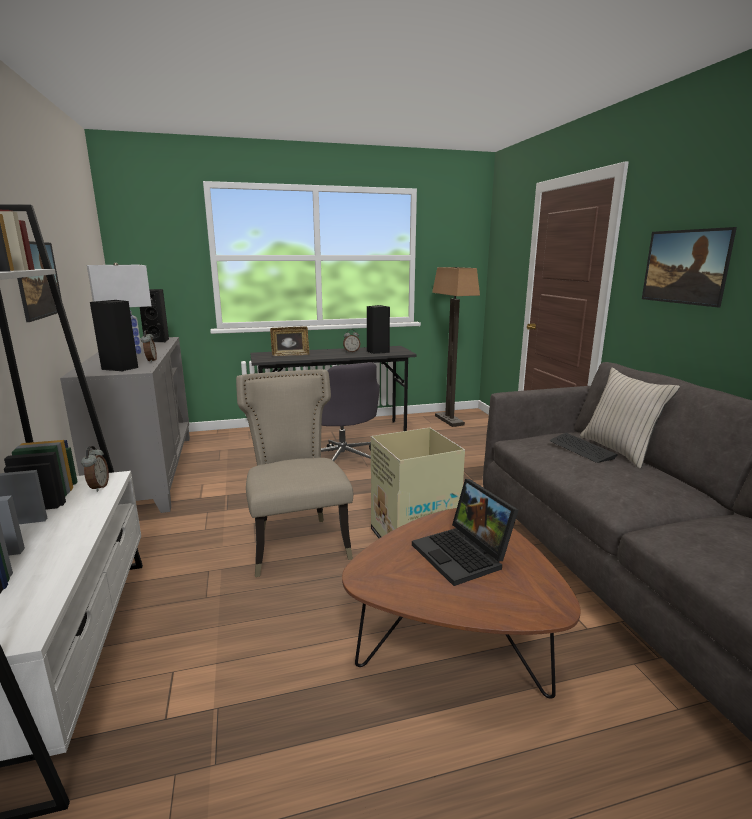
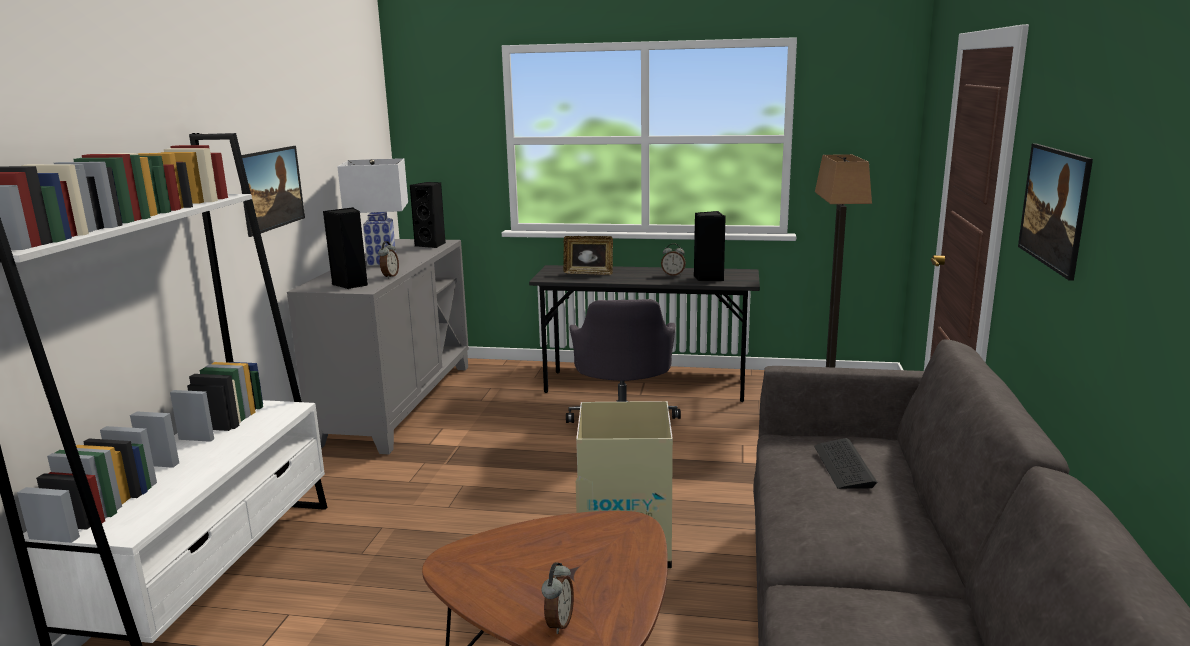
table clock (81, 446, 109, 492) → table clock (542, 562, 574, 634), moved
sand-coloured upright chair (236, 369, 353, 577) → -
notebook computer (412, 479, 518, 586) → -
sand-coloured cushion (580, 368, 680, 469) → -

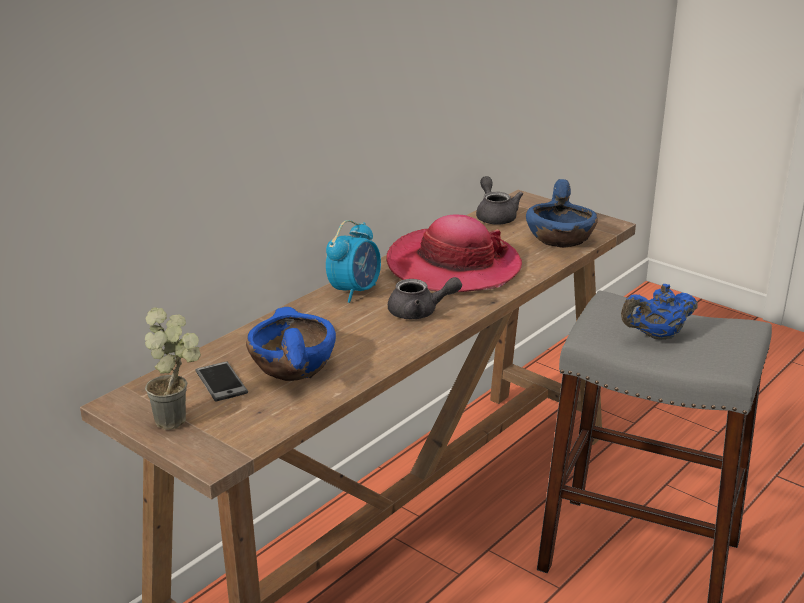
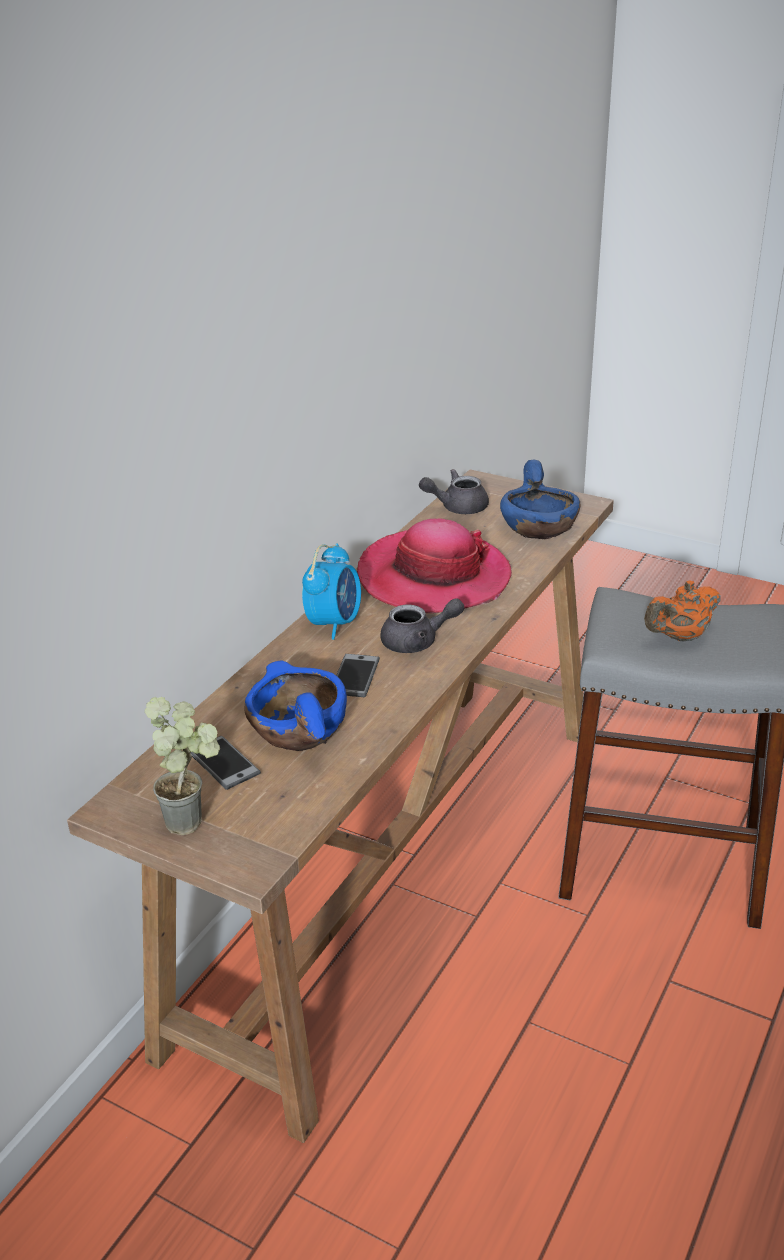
- → telephone (336, 654, 380, 697)
gray pot for tea (476, 176, 523, 225) → gray pot for tea (419, 469, 489, 514), 75 degrees counterclockwise
blue pot for tea (621, 284, 697, 340) → orange-coloured pot for tea (644, 580, 721, 642)

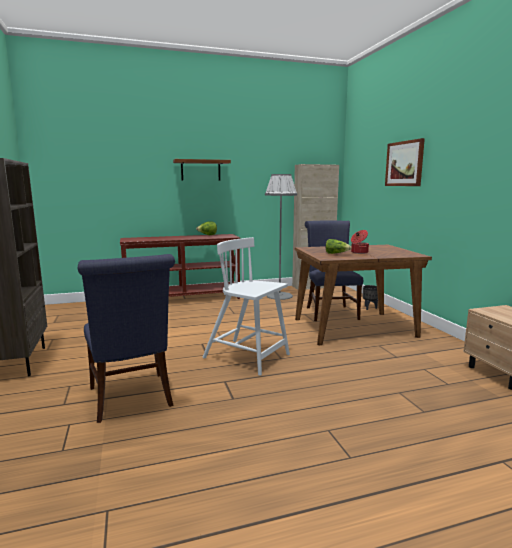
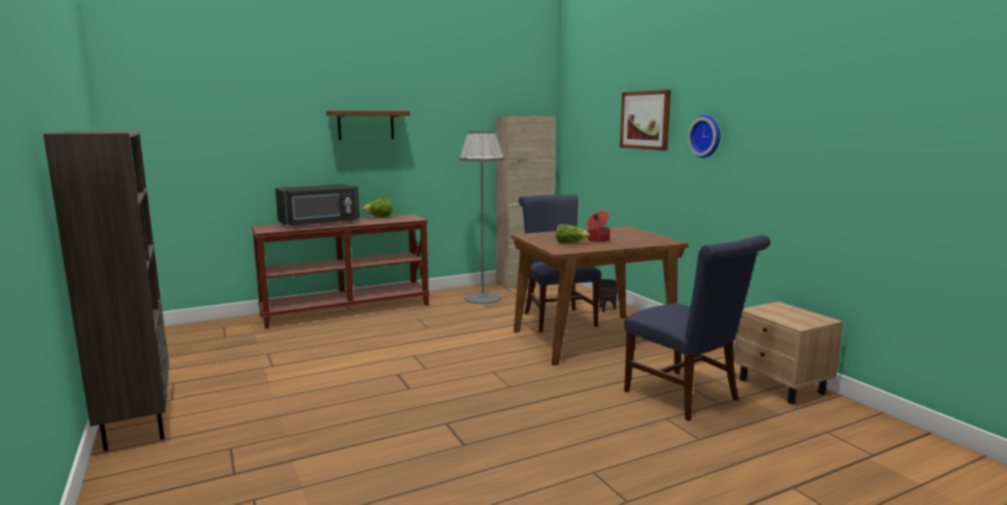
- → blackish microwave oven (275, 184, 360, 228)
blue upright chair (78, 254, 175, 423) → blue upright chair (624, 235, 771, 421), moved
- → wall clock (688, 115, 720, 158)
whitish upright chair (203, 237, 290, 376) → -

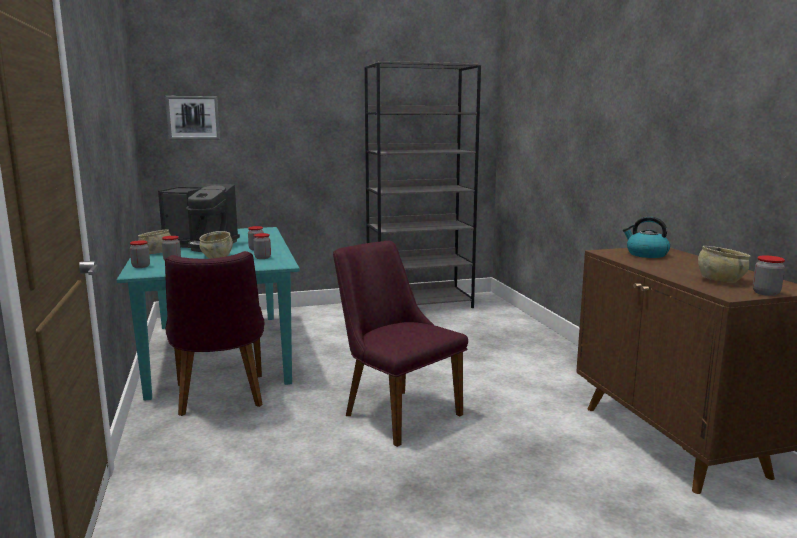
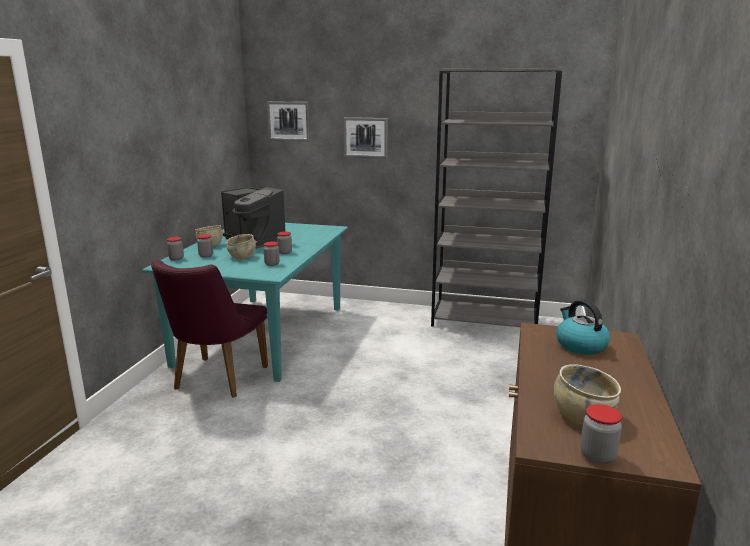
- → picture (343, 117, 388, 159)
purple-coloured upright chair (333, 241, 468, 447) → -

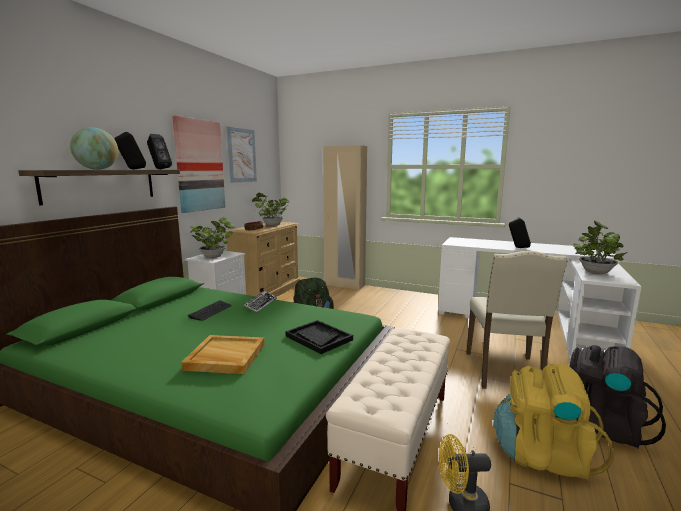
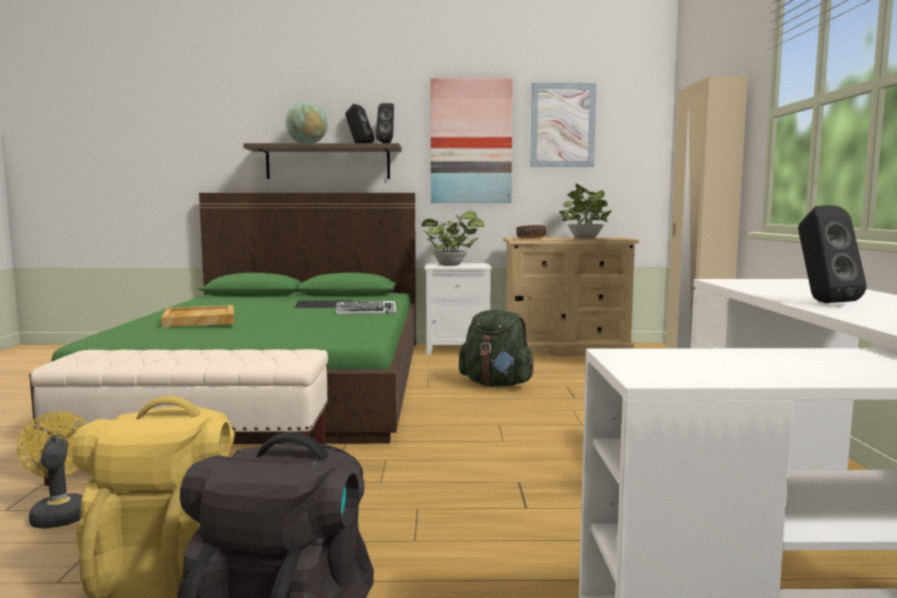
blackish serving tray (286, 320, 353, 354) → -
sand-coloured upright chair (467, 251, 567, 389) → -
houseplant (573, 220, 628, 274) → -

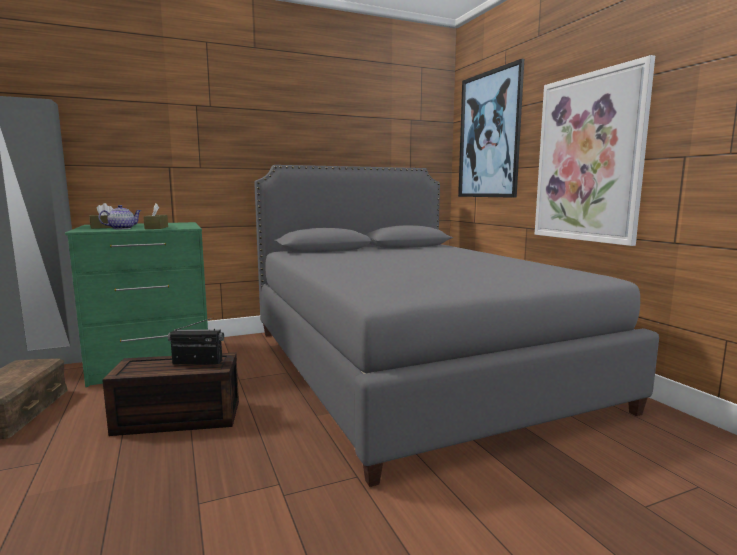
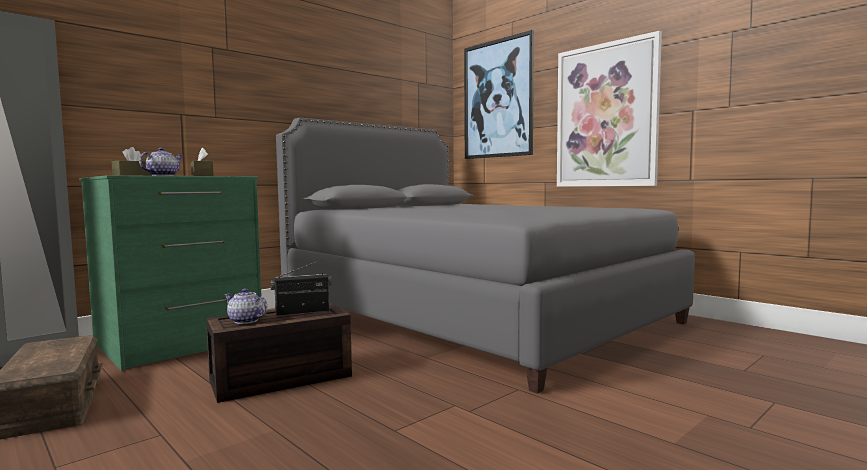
- → pot for tea (224, 288, 268, 324)

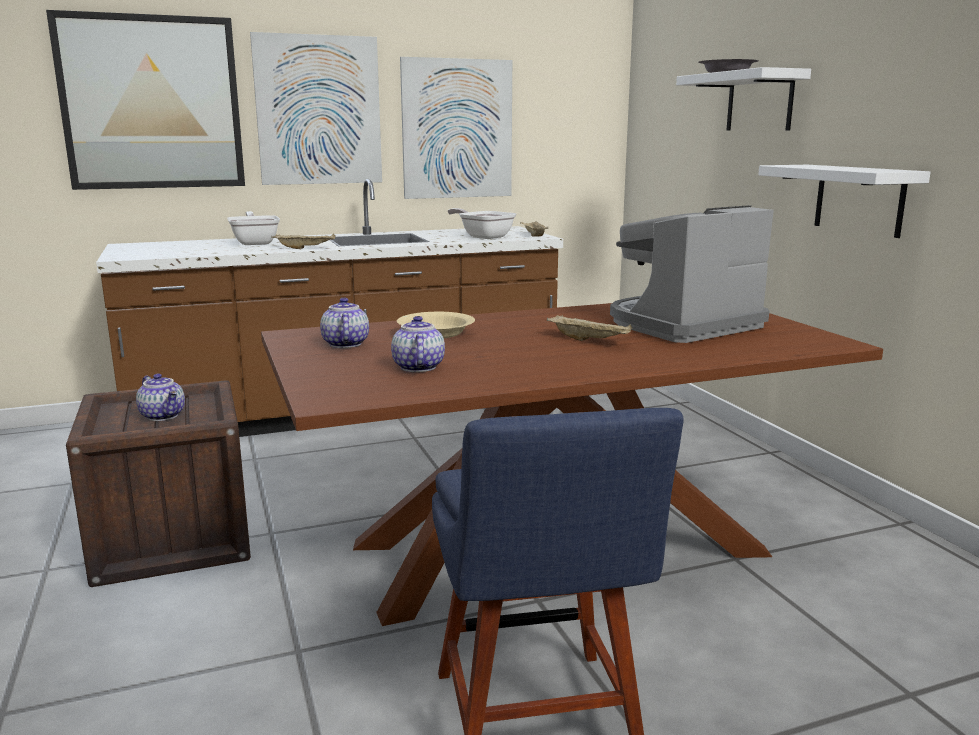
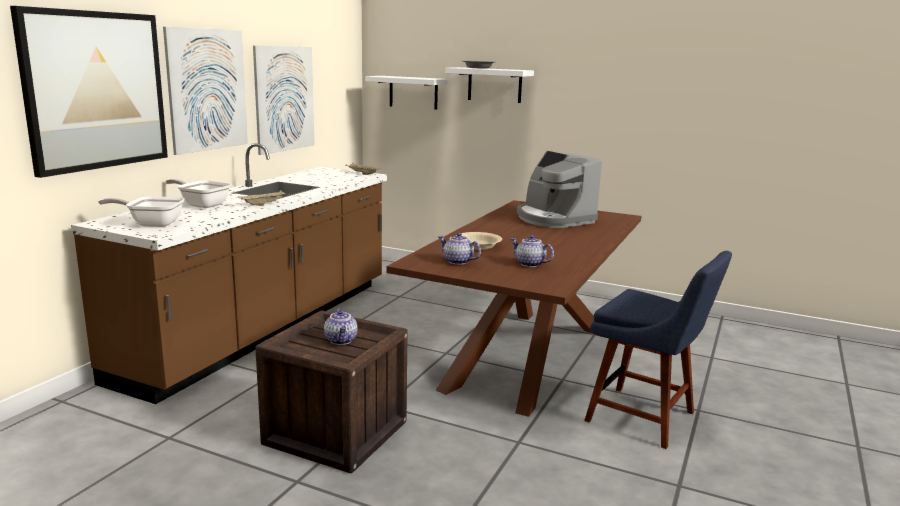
frying pan (448, 208, 516, 239) → frying pan (98, 196, 184, 227), moved
pot for tea (136, 374, 185, 421) → pot for tea (324, 308, 358, 345), 75 degrees clockwise
whitish wall shelf (758, 165, 931, 238) → whitish wall shelf (365, 76, 448, 110), moved
coffee maker (610, 205, 774, 343) → coffee maker (517, 151, 602, 228), 45 degrees counterclockwise
sand-coloured serving tray (547, 315, 632, 341) → -

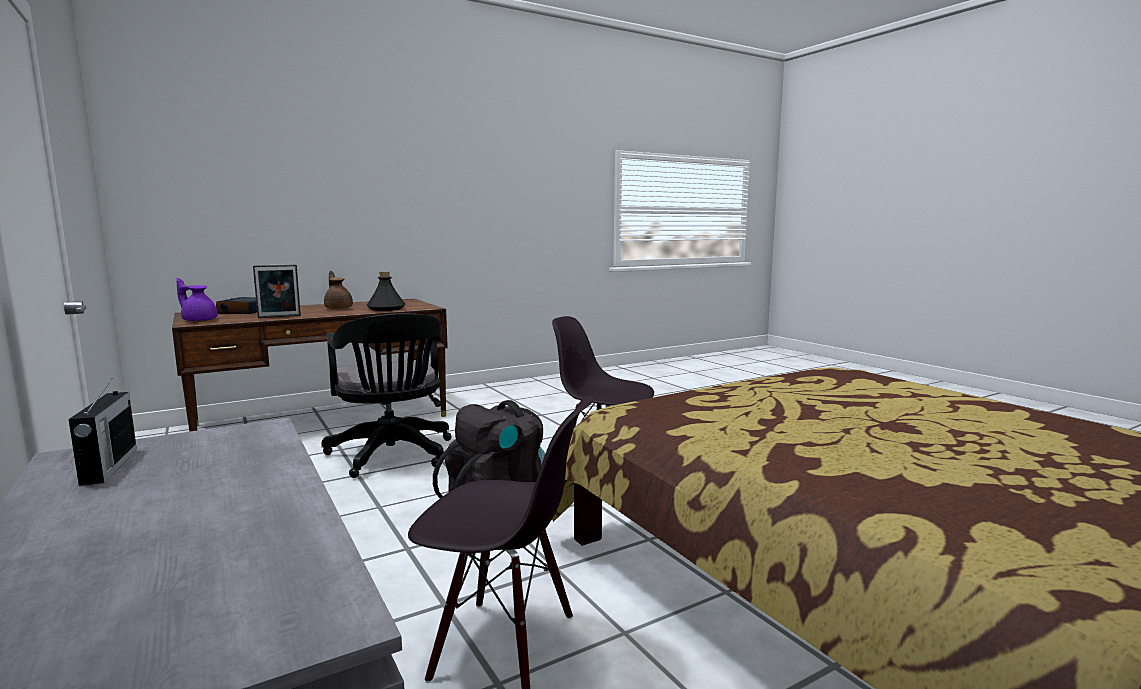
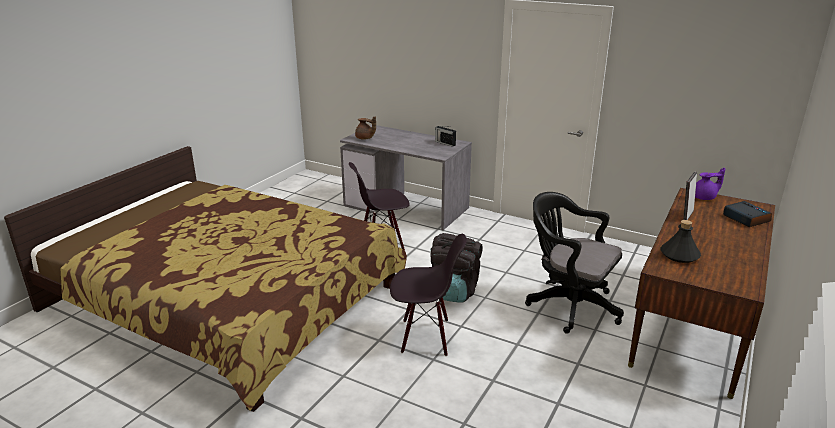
brown pot for tea (324, 271, 353, 309) → brown pot for tea (355, 116, 376, 140), moved

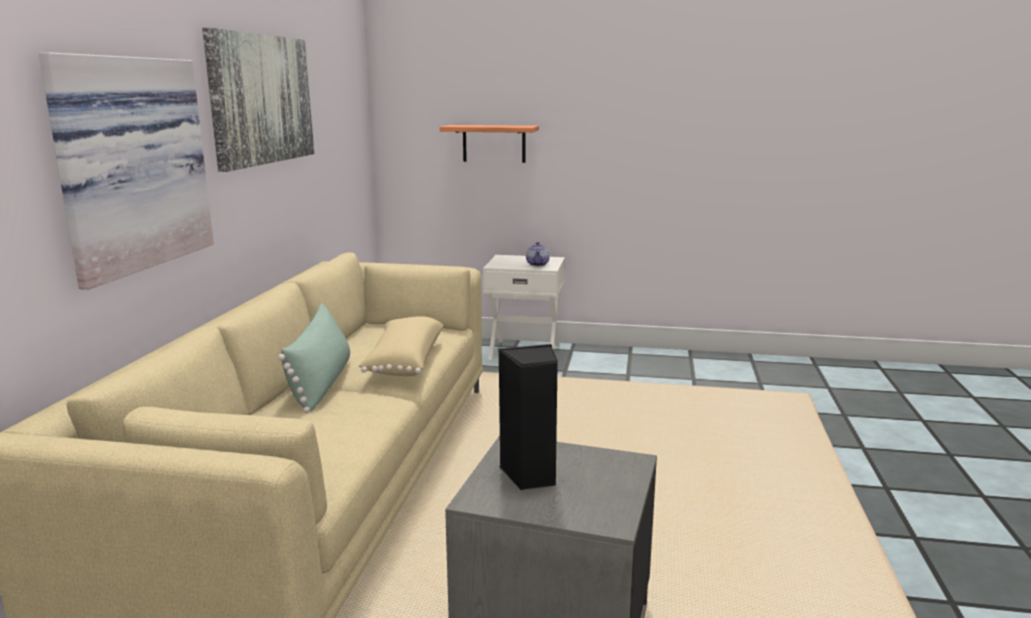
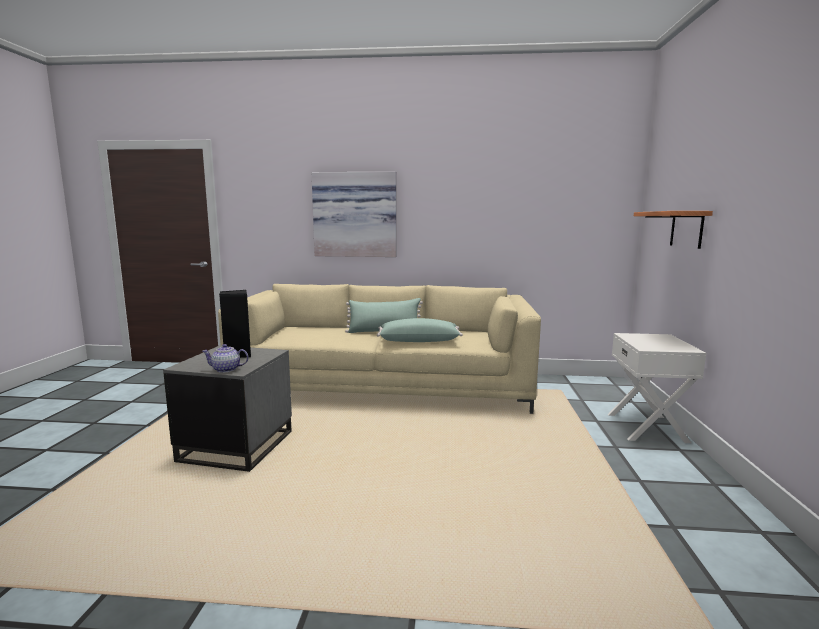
pot for tea (526, 242, 550, 266) → pot for tea (202, 344, 249, 373), moved
sand-coloured cushion (358, 316, 444, 376) → greenish cushion (377, 318, 463, 342)
picture (202, 28, 314, 172) → -

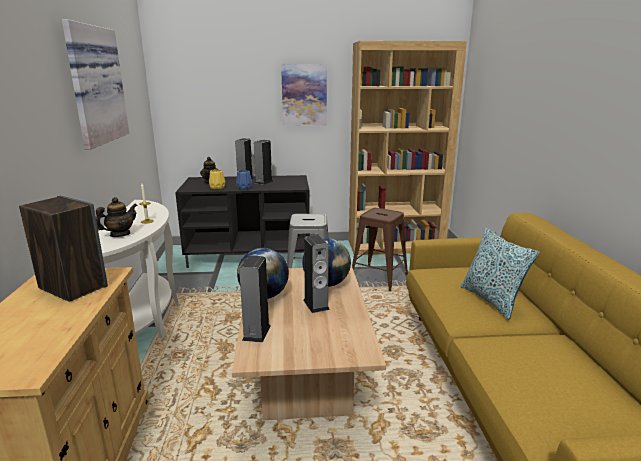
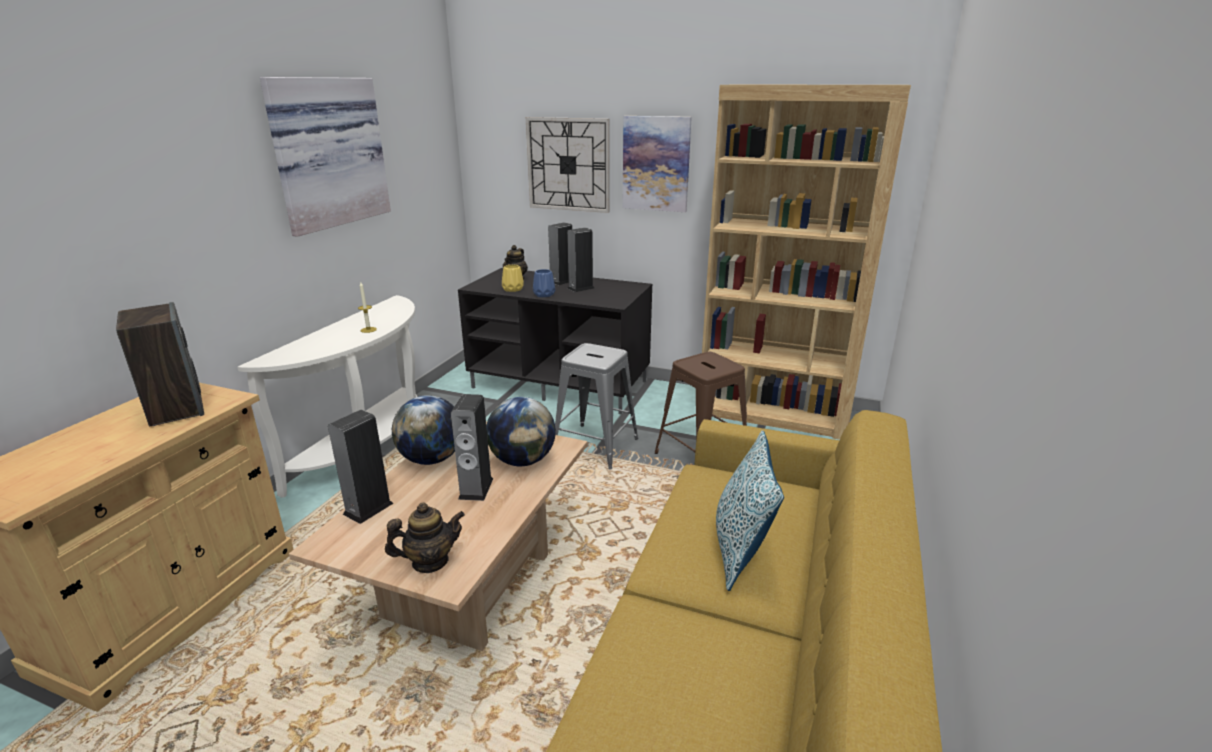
pot for tea (96, 197, 137, 237) → pot for tea (385, 502, 465, 573), moved
- → wall clock (526, 117, 610, 213)

